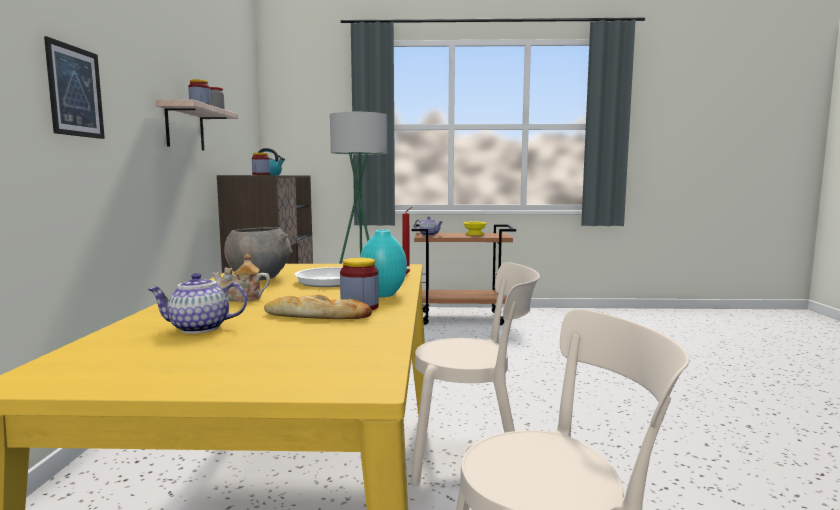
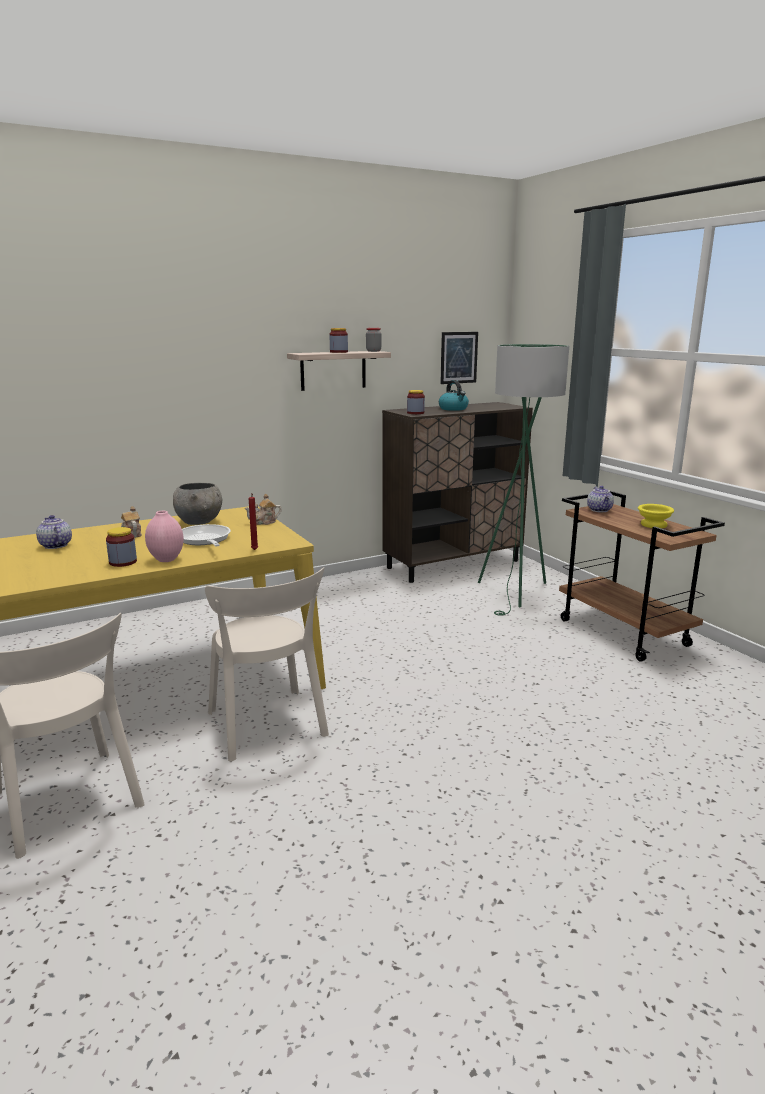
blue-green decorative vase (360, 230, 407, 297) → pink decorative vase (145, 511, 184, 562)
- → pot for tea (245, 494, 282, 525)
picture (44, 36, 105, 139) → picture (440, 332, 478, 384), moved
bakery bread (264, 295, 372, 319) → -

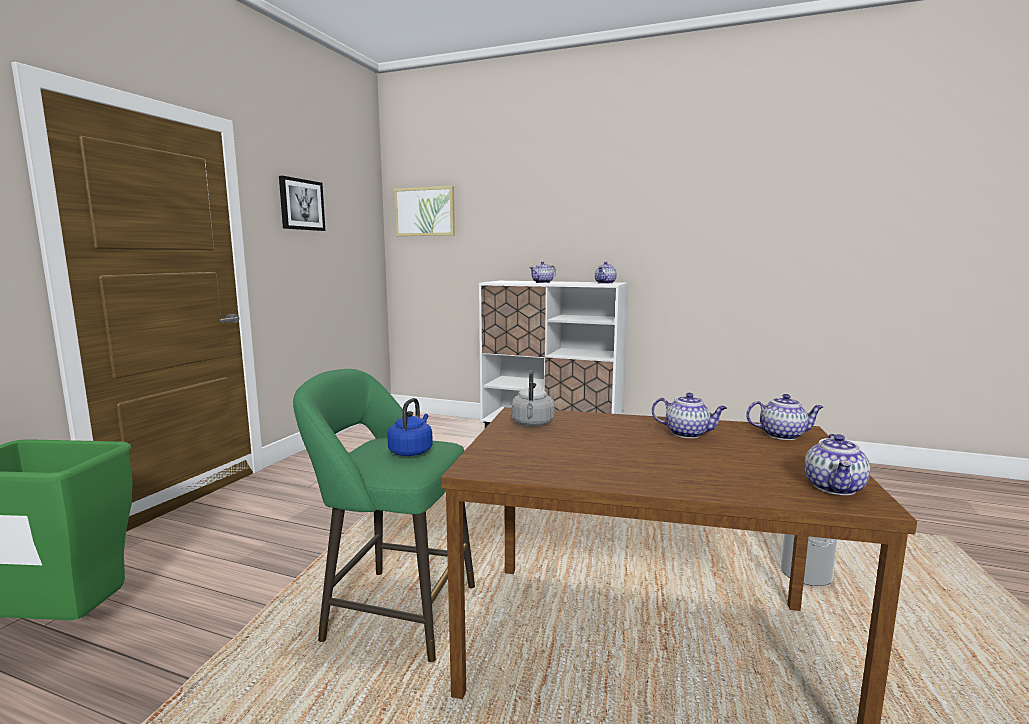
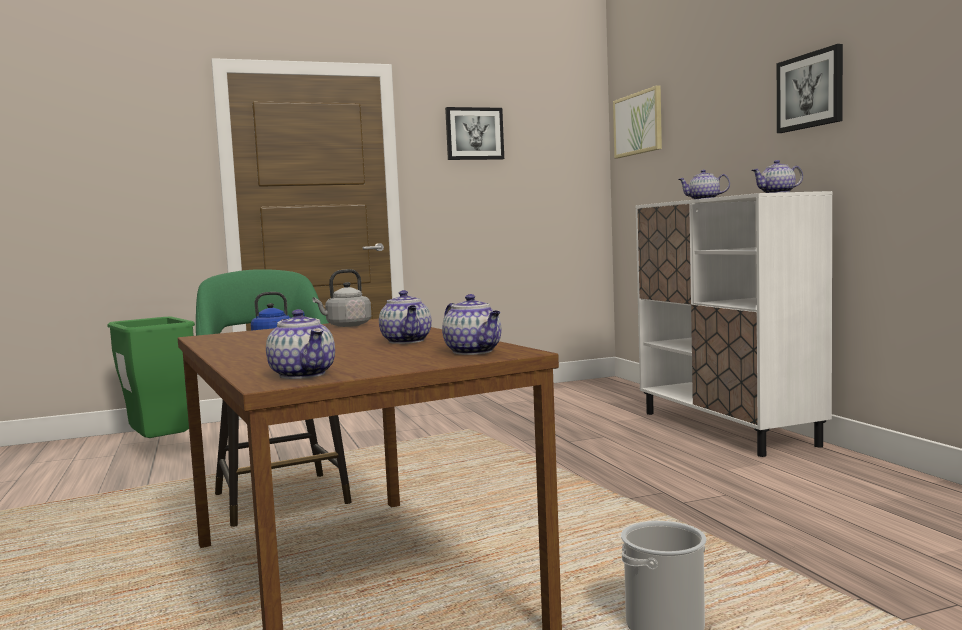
pot for tea (805, 434, 870, 495) → pot for tea (266, 309, 335, 379), 105 degrees counterclockwise
- → picture (777, 44, 843, 133)

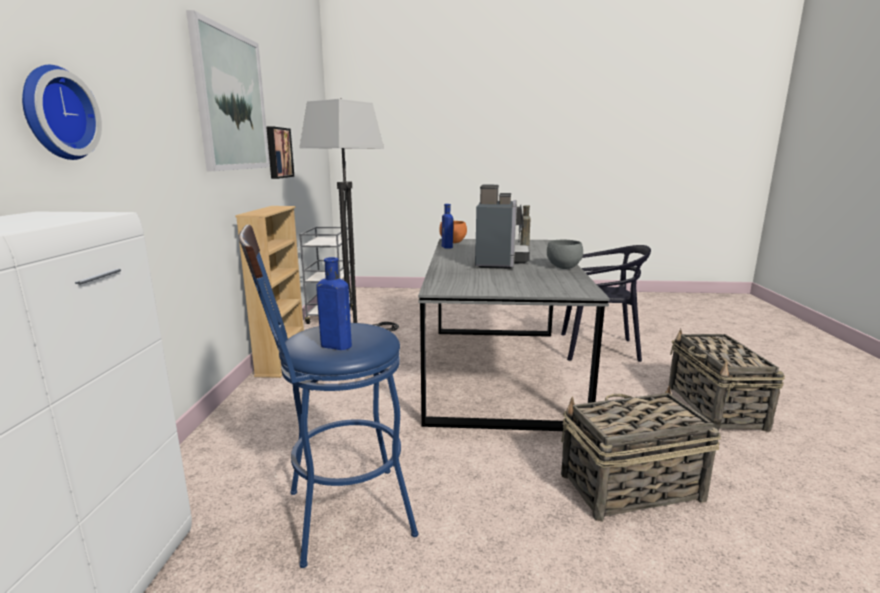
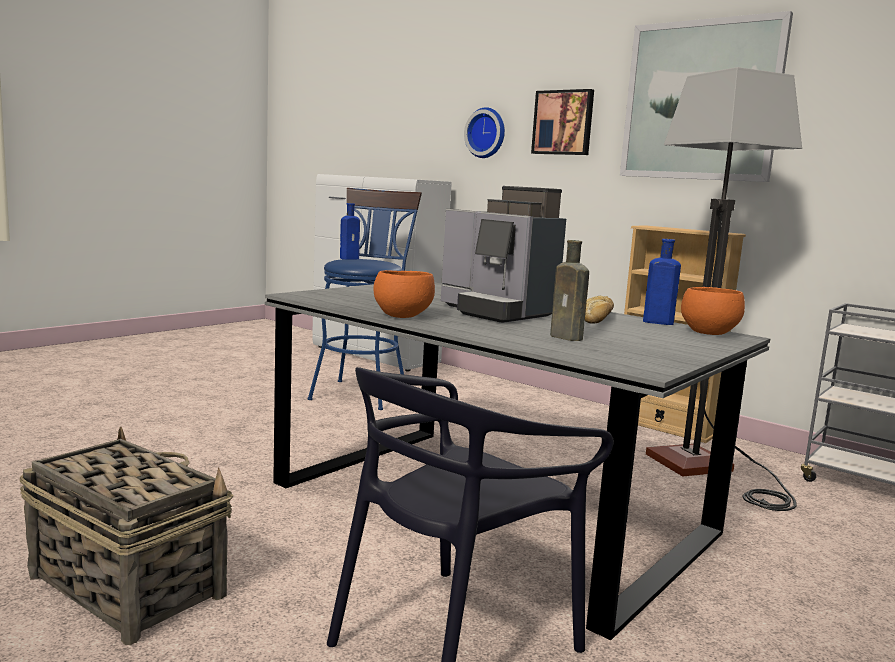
gray serving bowl (547, 240, 583, 269) → orange-coloured serving bowl (374, 270, 435, 318)
picture (266, 126, 294, 179) → picture (531, 89, 594, 155), moved
- → bakery bread (585, 295, 614, 324)
basket (561, 385, 721, 522) → -

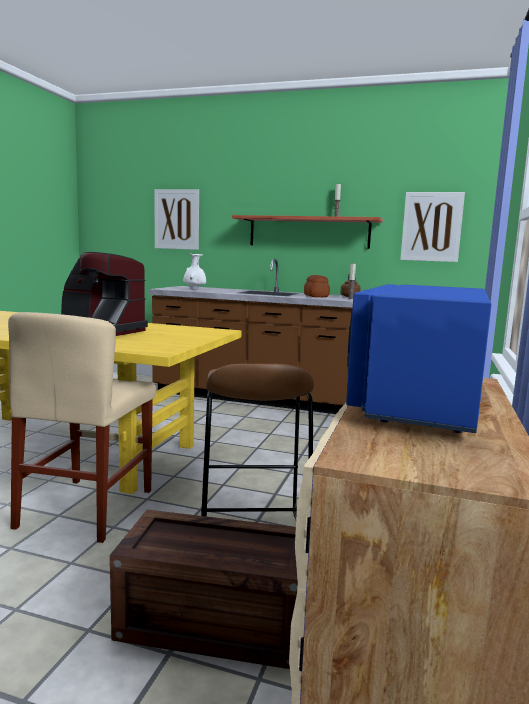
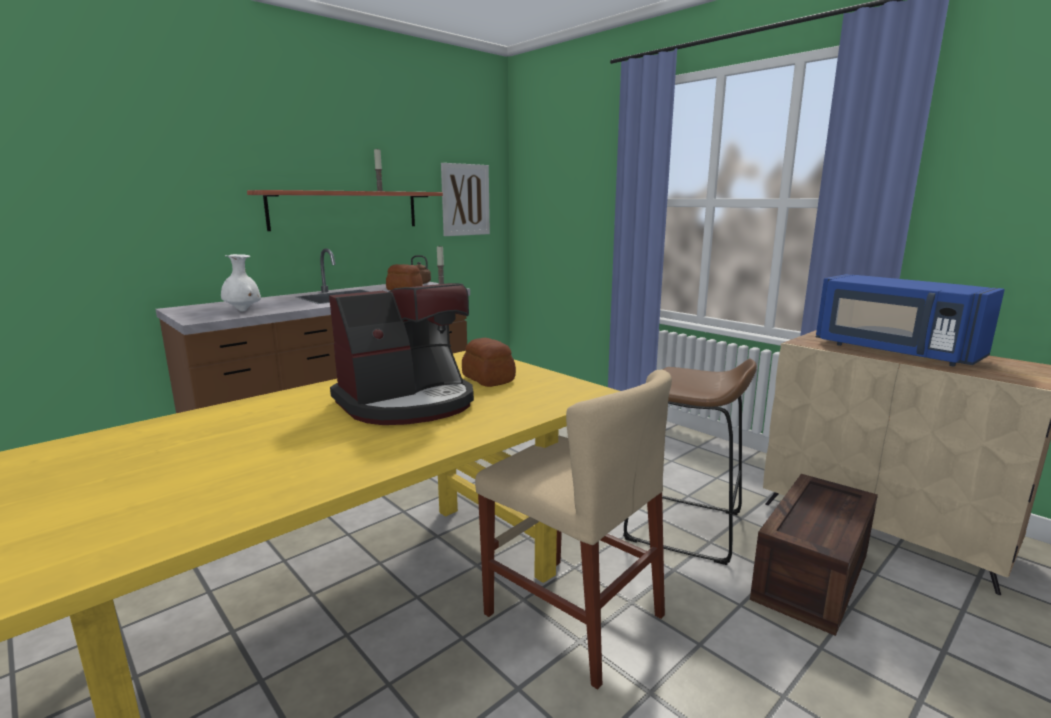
- → bakery bread (462, 338, 516, 387)
picture (155, 189, 199, 250) → -

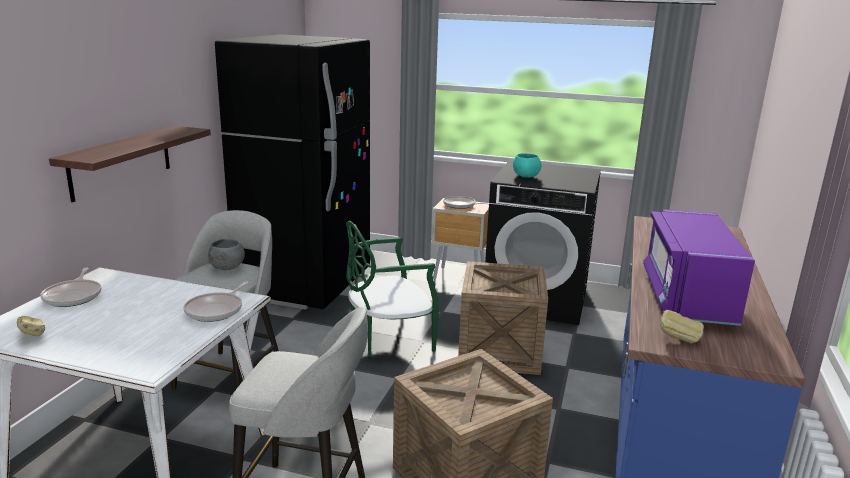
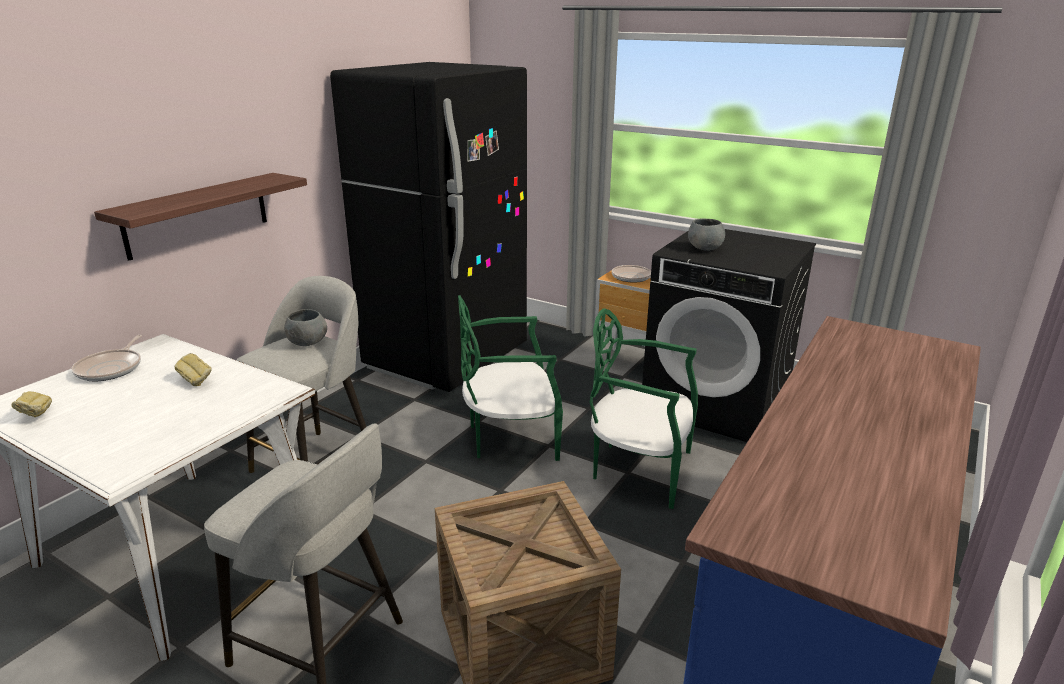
bakery bread (660, 310, 704, 343) → bakery bread (175, 353, 212, 386), moved
crate (458, 261, 548, 375) → greenish upright chair (590, 308, 698, 509)
blue-green serving bowl (513, 153, 541, 178) → gray serving bowl (688, 218, 725, 251)
frying pan (183, 282, 249, 322) → -
purple-coloured microwave oven (643, 209, 755, 326) → -

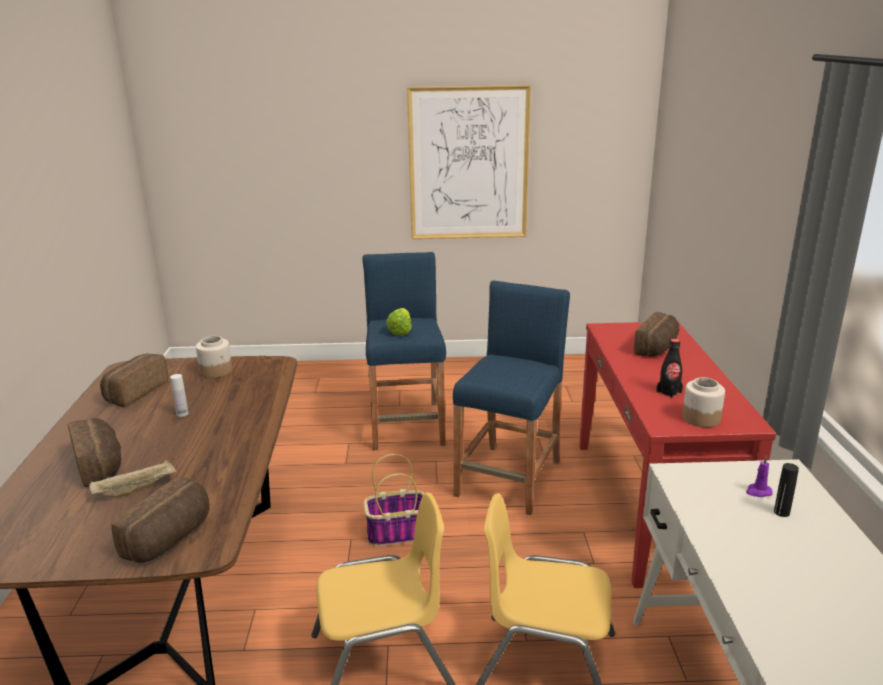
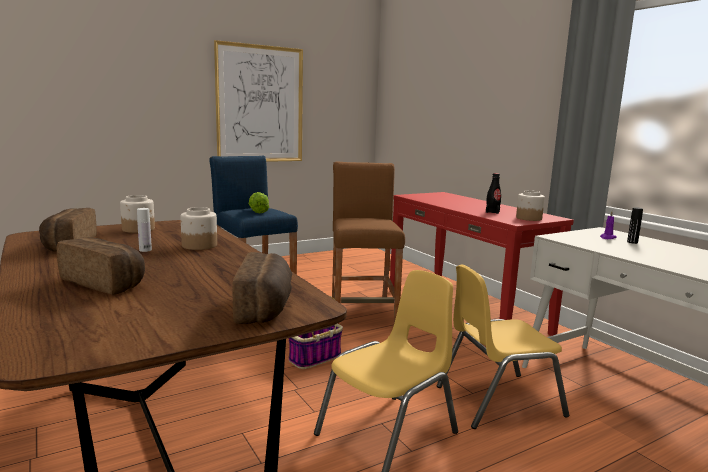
- → preserve jar (181, 207, 217, 250)
blue stool seat (453, 281, 570, 515) → brown stool seat (332, 162, 405, 324)
sand-coloured serving tray (89, 460, 177, 497) → -
bakery bread (634, 312, 679, 357) → -

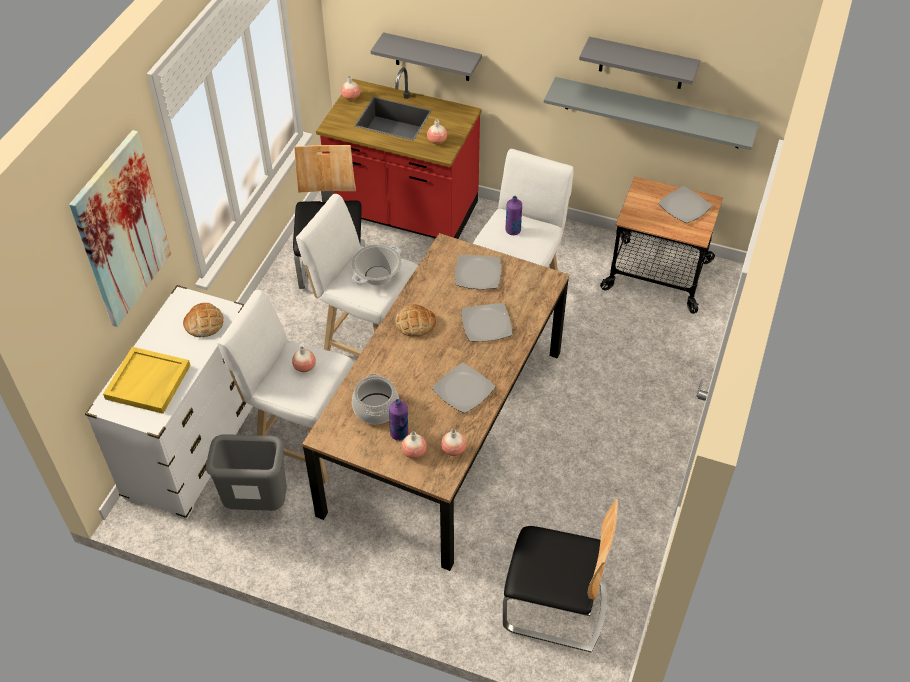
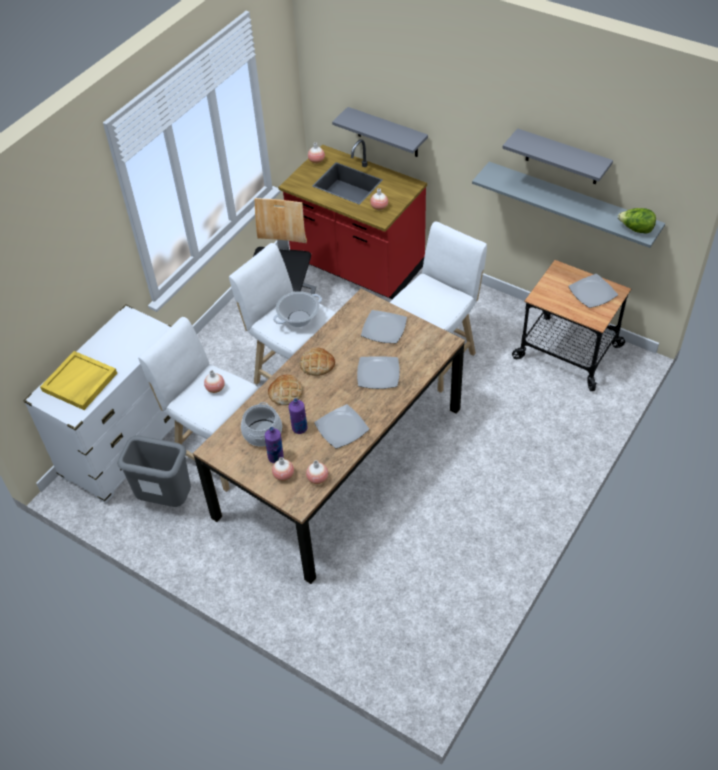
bakery bread (183, 303, 223, 337) → bakery bread (268, 375, 303, 405), moved
purple-coloured drink bottle (505, 196, 522, 235) → purple-coloured drink bottle (289, 398, 308, 434), moved
- → lettuce head (618, 208, 656, 234)
picture (69, 130, 171, 327) → -
upright chair (503, 499, 618, 652) → -

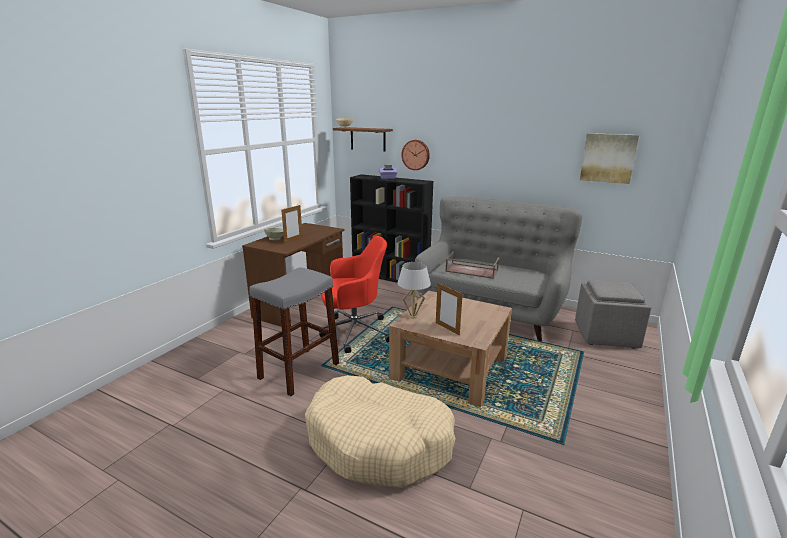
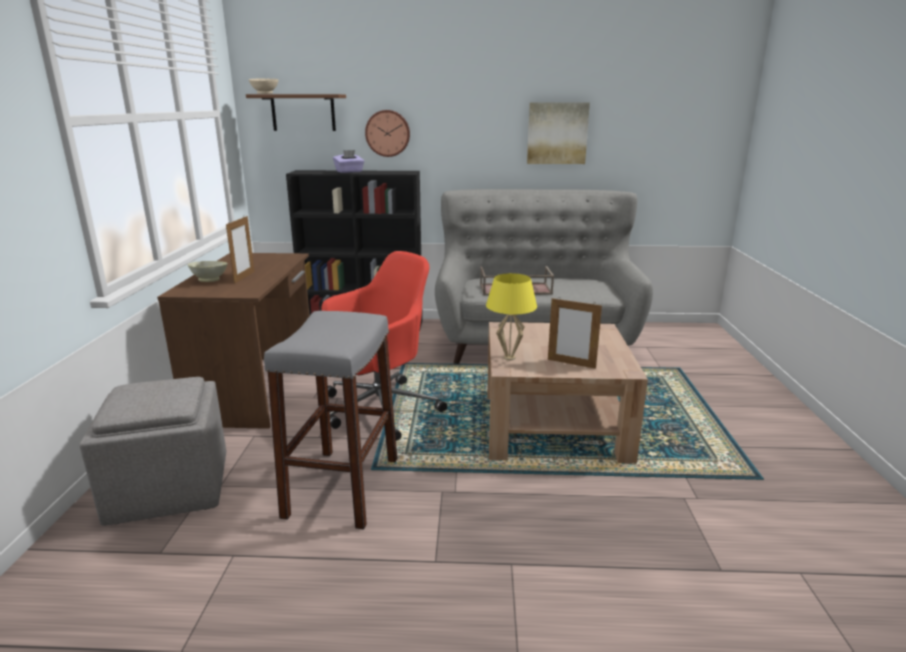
gray pouffe (575, 280, 651, 349) → gray pouffe (80, 377, 226, 526), moved
whitish lamp for a table (397, 262, 431, 318) → yellowish lamp for a table (486, 273, 537, 360)
picture (580, 133, 639, 184) → picture (527, 102, 590, 164), moved
sand-coloured dog bed (305, 375, 456, 488) → -

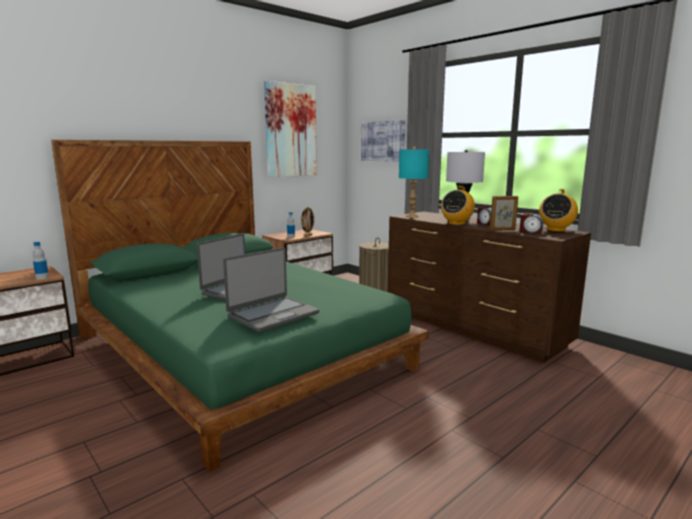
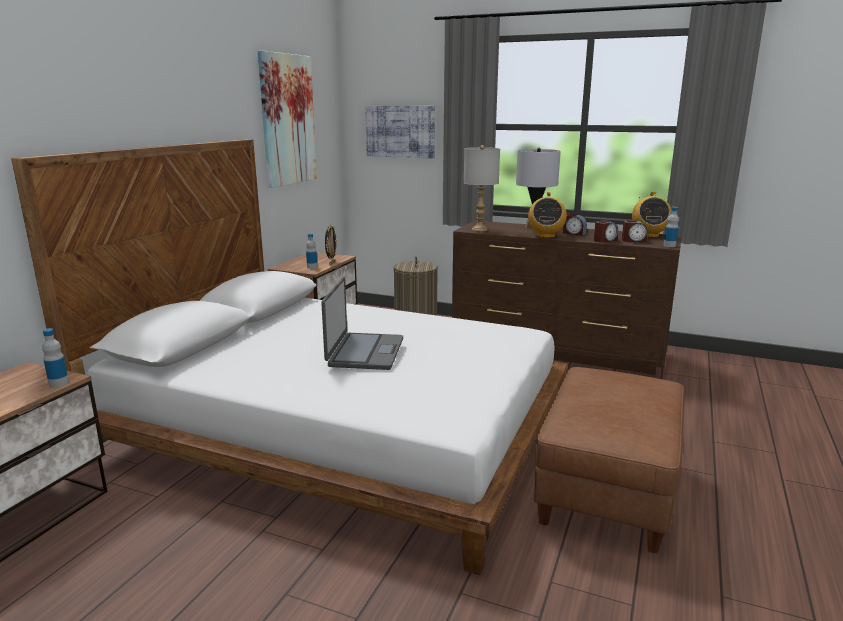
greenish sleeping bed (51, 140, 429, 471) → whitish sleeping bed (11, 139, 568, 575)
blue-green lamp for a table (399, 147, 429, 218) → gray lamp for a table (464, 145, 500, 231)
- → brown pouffe (534, 367, 684, 553)
standing frame (490, 196, 518, 231) → table clock (594, 220, 618, 243)
- → drink bottle (663, 207, 679, 247)
notebook computer (223, 247, 319, 332) → -

